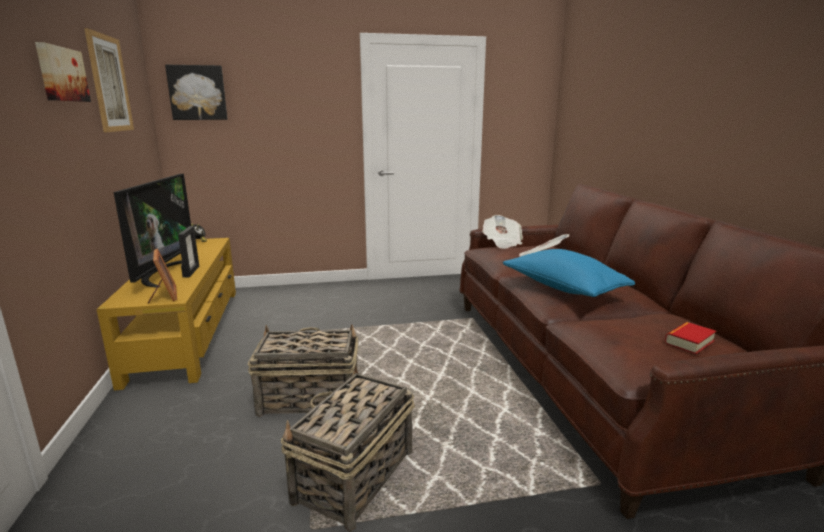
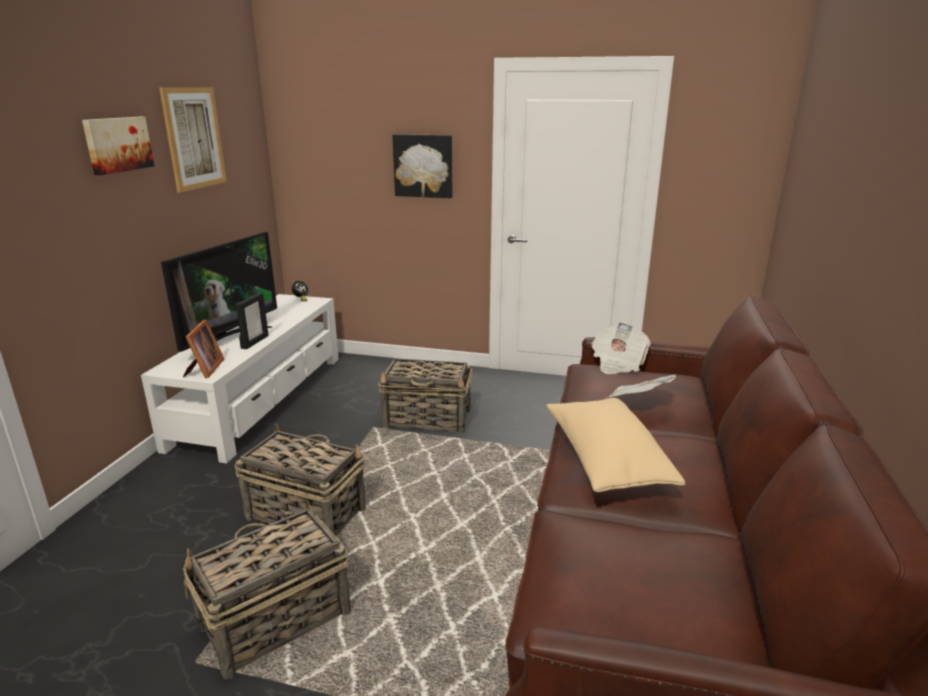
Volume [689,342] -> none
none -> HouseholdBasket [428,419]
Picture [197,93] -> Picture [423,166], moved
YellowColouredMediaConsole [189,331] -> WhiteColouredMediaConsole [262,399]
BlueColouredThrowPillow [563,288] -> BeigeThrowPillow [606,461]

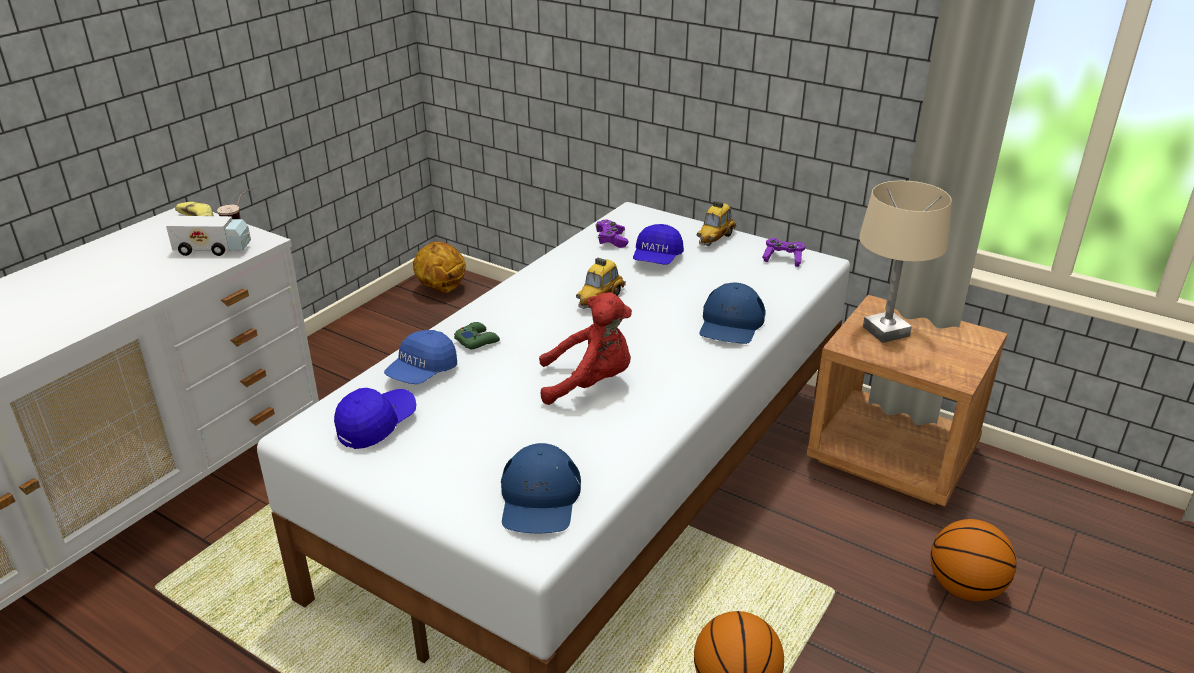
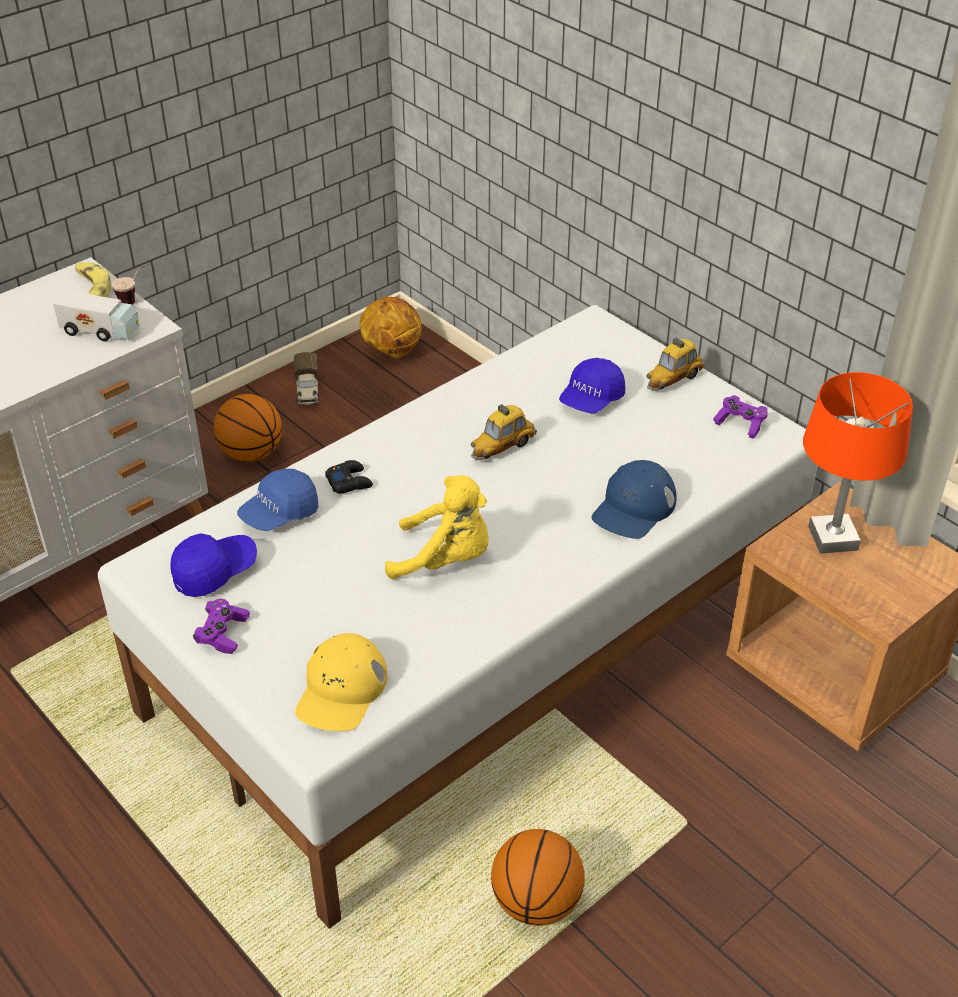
none -> ToyLorry [307,390]
PurpleColouredGameController [611,240] -> PurpleColouredGameController [223,633], moved
BasketballBall [964,587] -> BasketballBall [251,453], moved
GreenishGameController [477,340] -> BlackGameController [349,482]
BlueColouredPeakedCap [539,499] -> YellowColouredPeakedCap [341,690]
RedColouredPlushToy [589,383] -> YellowColouredPlushToy [446,559]
BeigeTableLamp [885,331] -> OrangeyTableLamp [832,538]

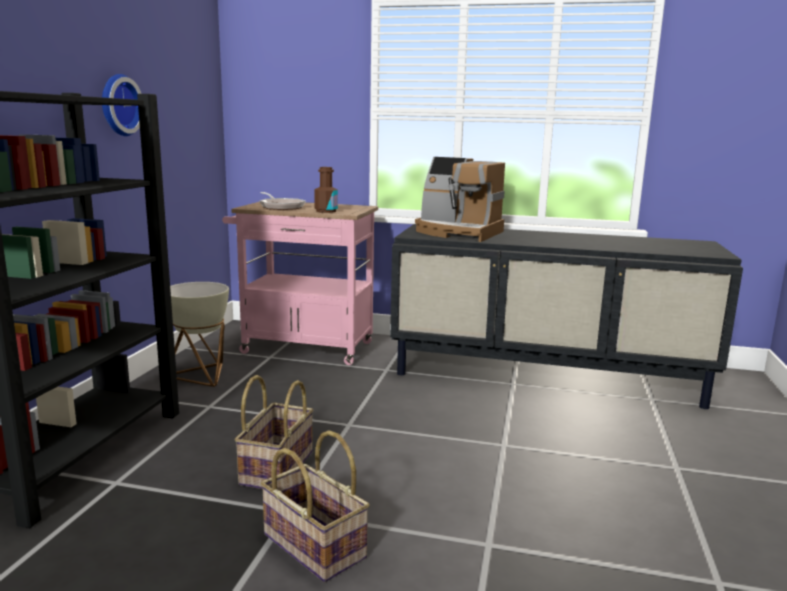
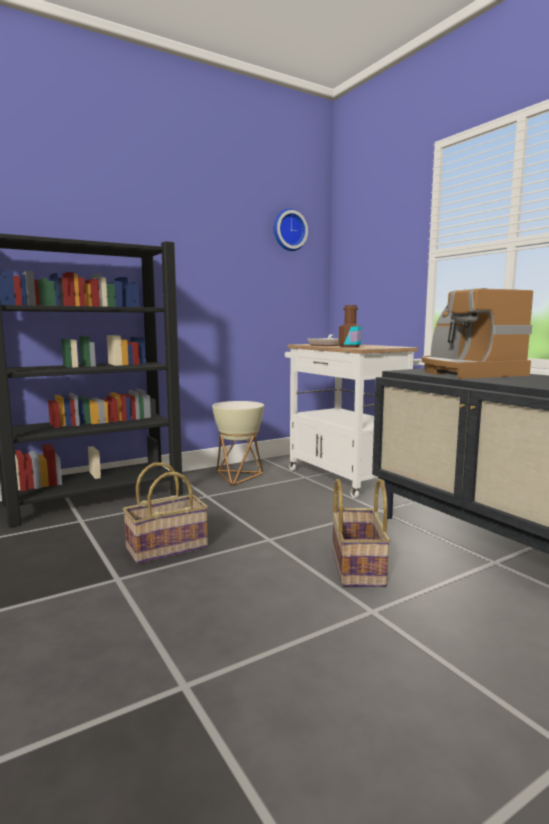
HangingClock [118,105] -> HangingClock [288,230], moved
HouseholdBasket [312,546] -> HouseholdBasket [356,567], moved
PinkTrolley [303,347] -> WhiteColouredTrolley [341,477]

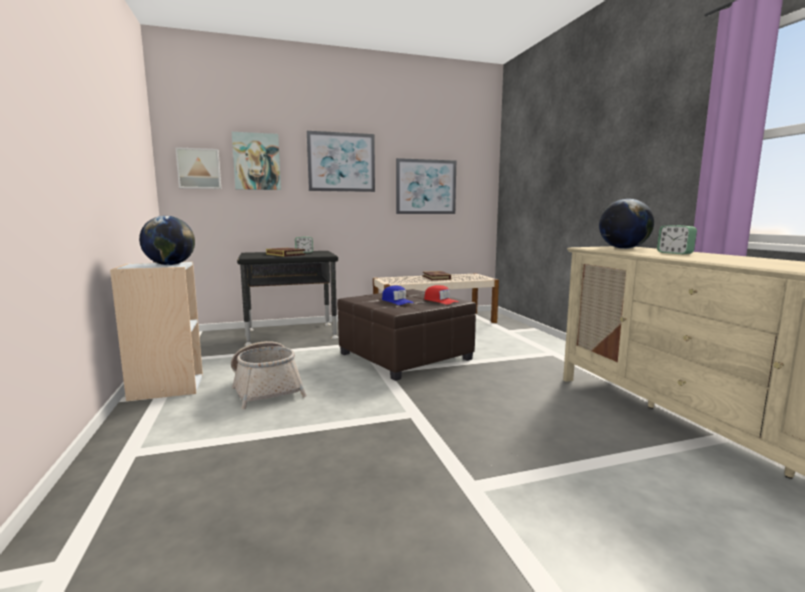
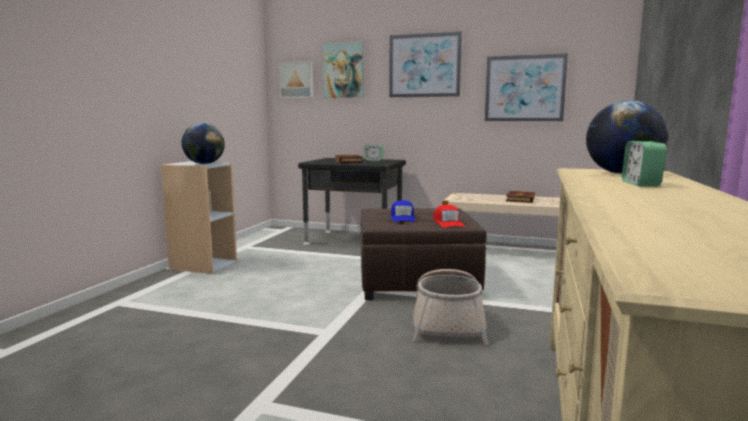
HouseholdBasket [266,389] -> HouseholdBasket [448,323], moved

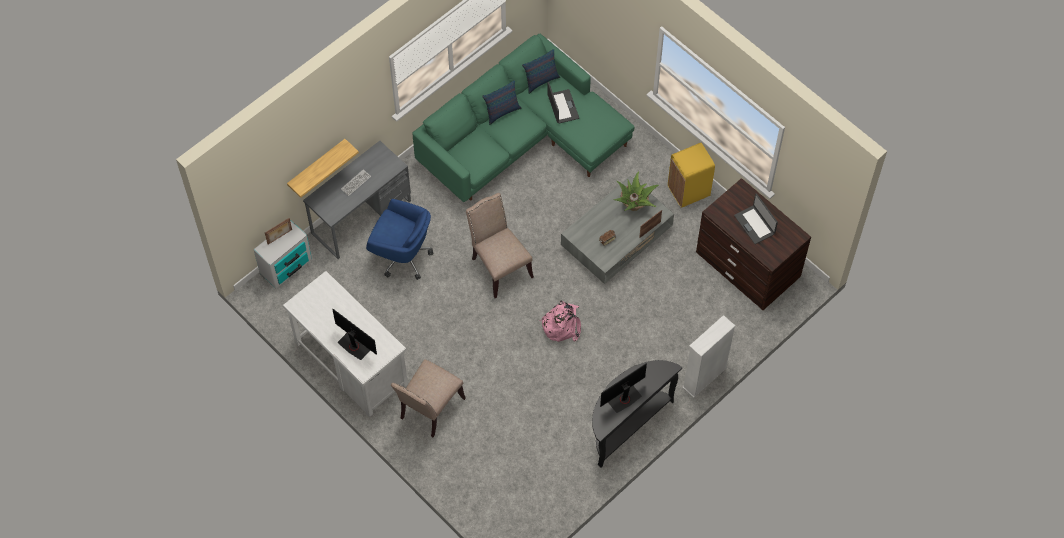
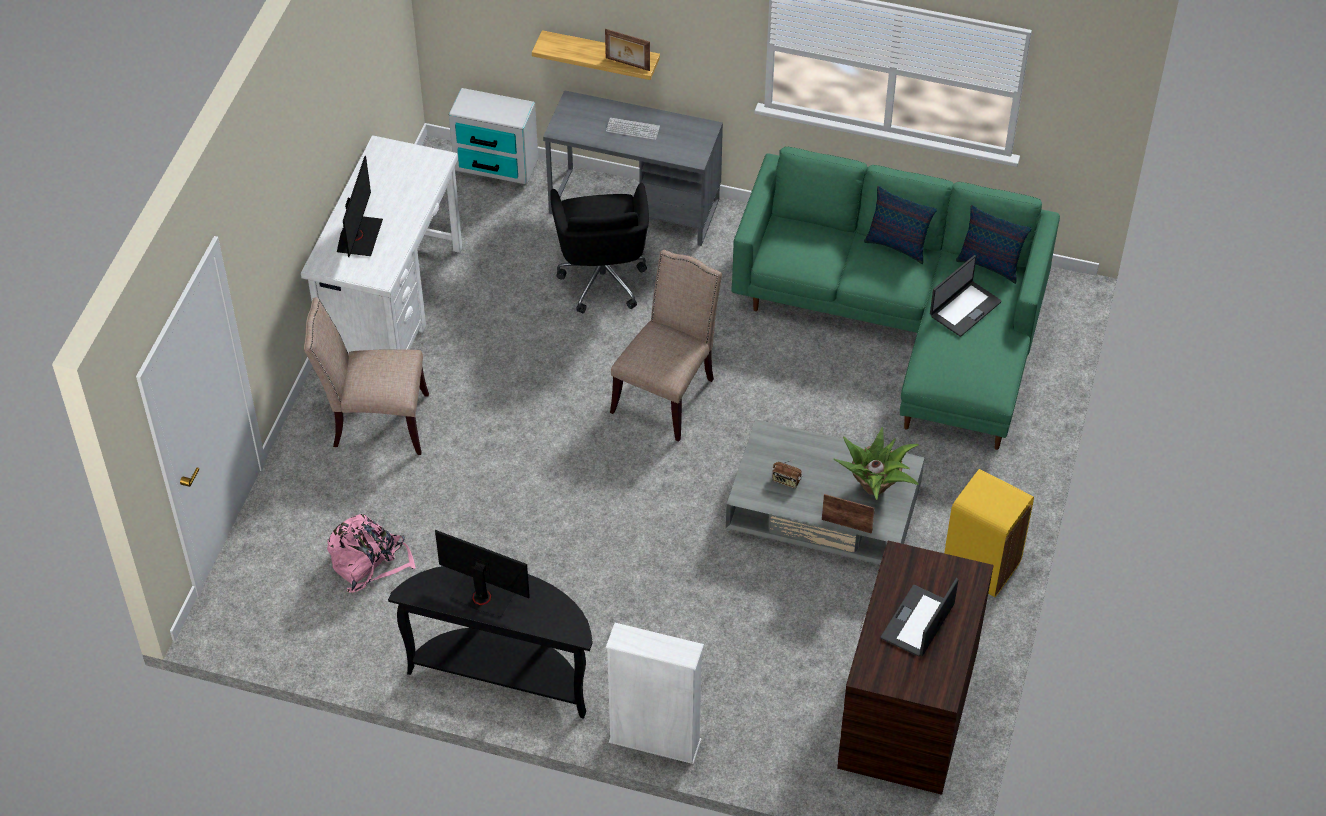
PhotoFrame [280,237] -> PhotoFrame [627,64], moved
PinkRucksack [561,324] -> PinkRucksack [369,562], moved
BlueColouredComputerChair [402,257] -> BlackComputerChair [602,279]

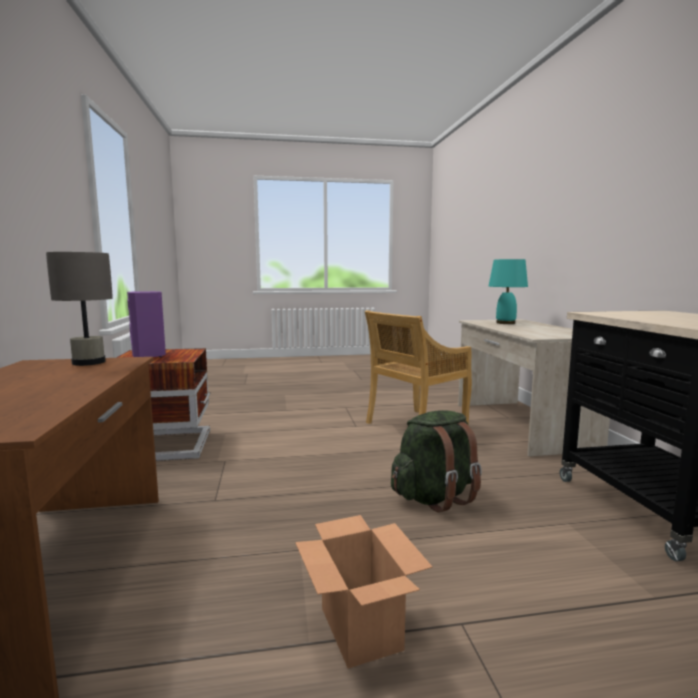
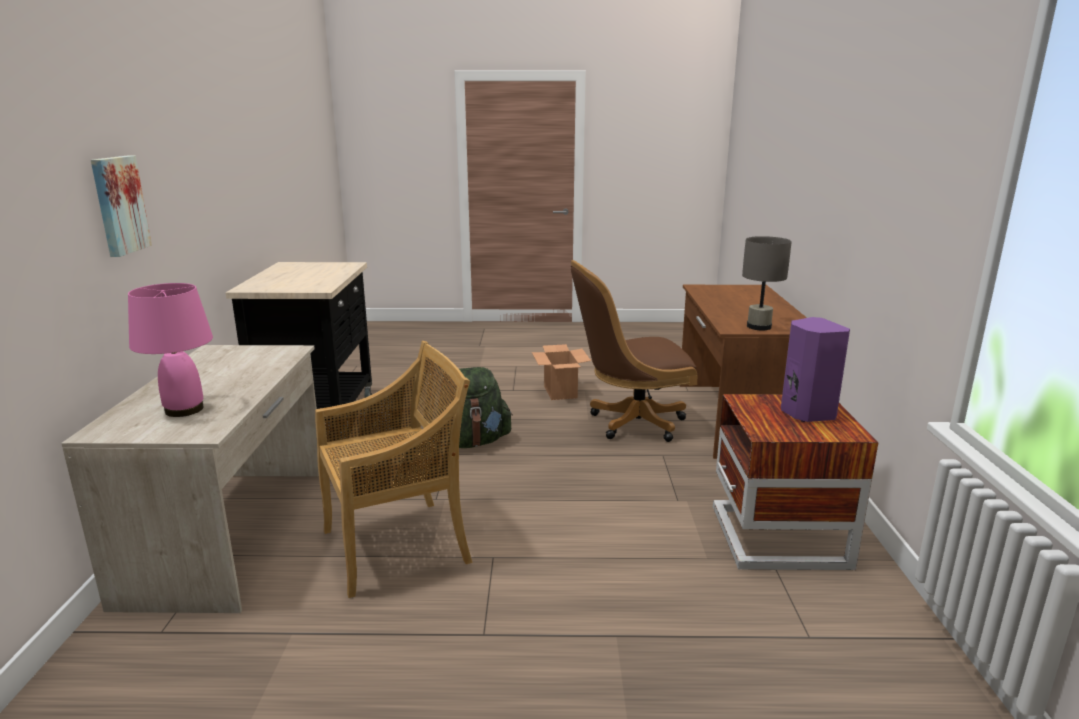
none -> Picture [118,205]
none -> BrownColouredComputerChair [629,424]
BlueGreenTableLamp [505,323] -> PinkTableLamp [184,410]

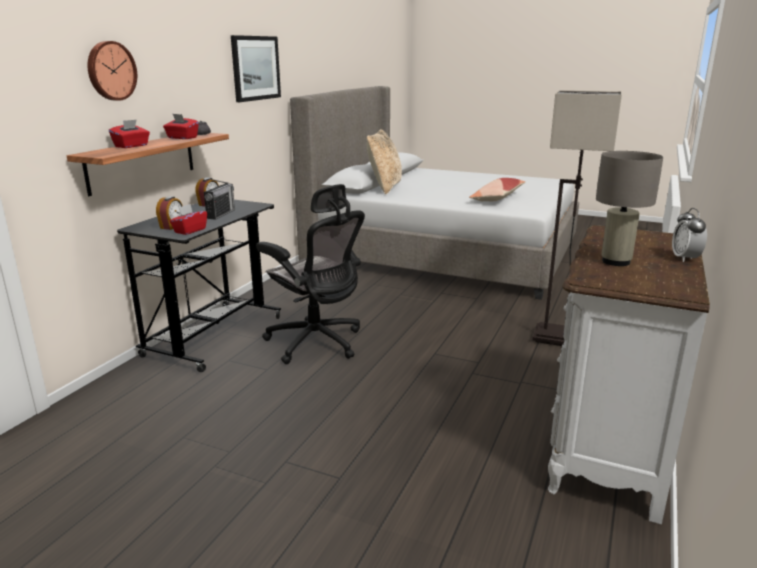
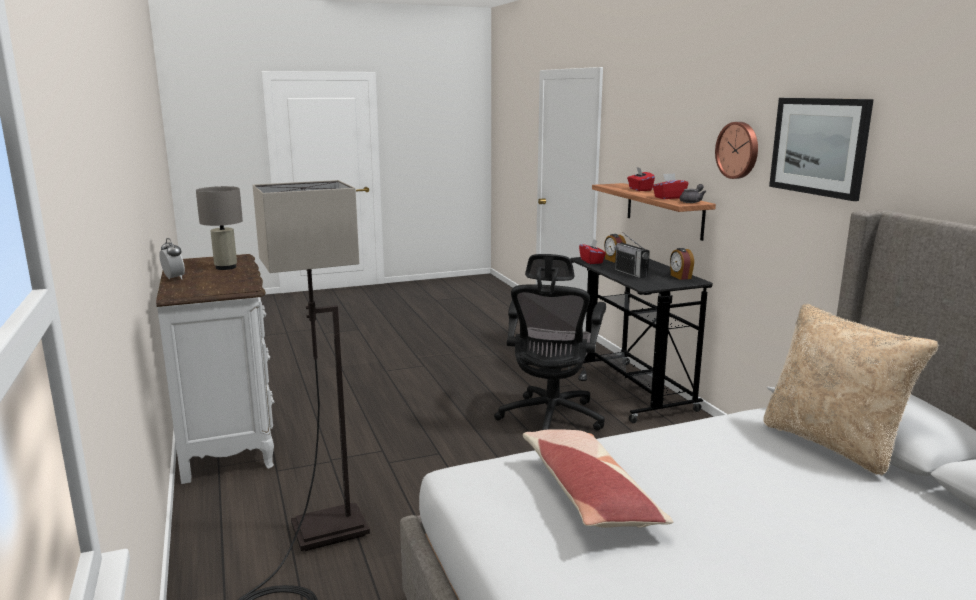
HangingClock [110,71] -> HangingClock [738,150], moved
ComputerChair [316,342] -> ComputerChair [551,419], 75 degrees counterclockwise

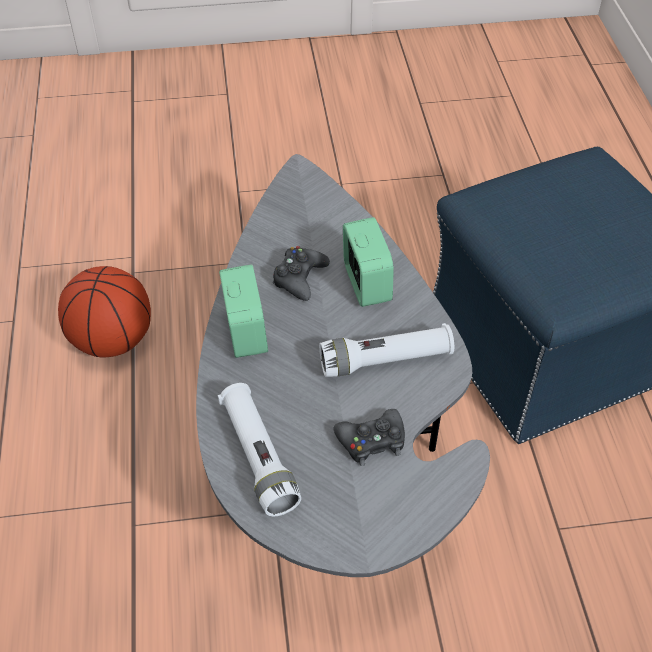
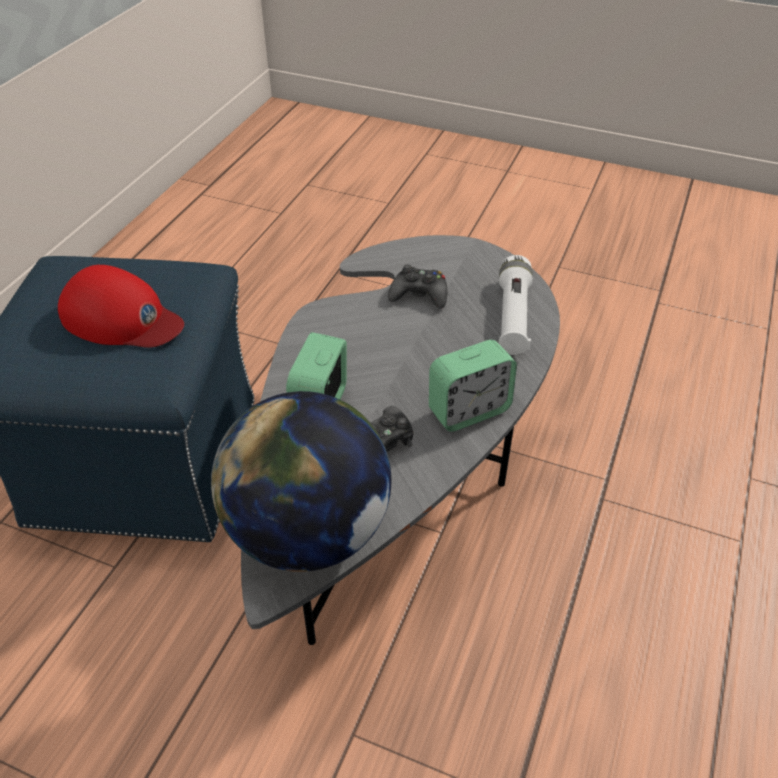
BasketballBall [113,341] -> none
WhiteColouredFlashlight [385,360] -> none
none -> RedColouredPeakedCap [122,319]
none -> DeskGlobe [309,532]
BedsideClock [246,333] -> BedsideClock [469,410], 135 degrees counterclockwise

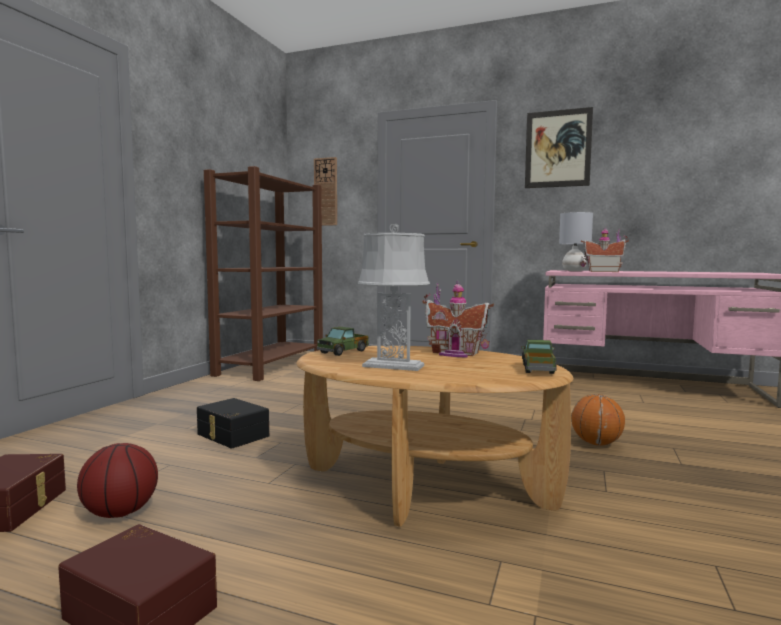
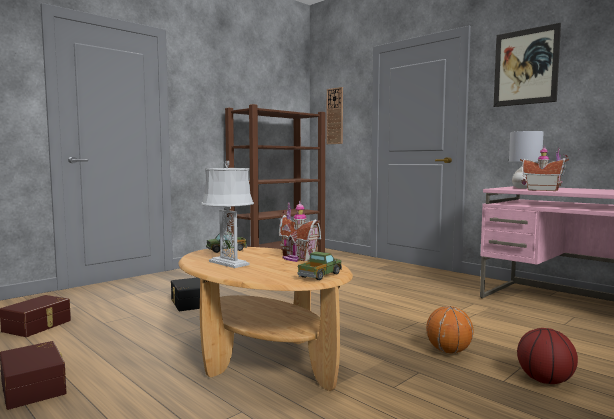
BasketballBall [121,513] -> BasketballBall [545,381], moved

